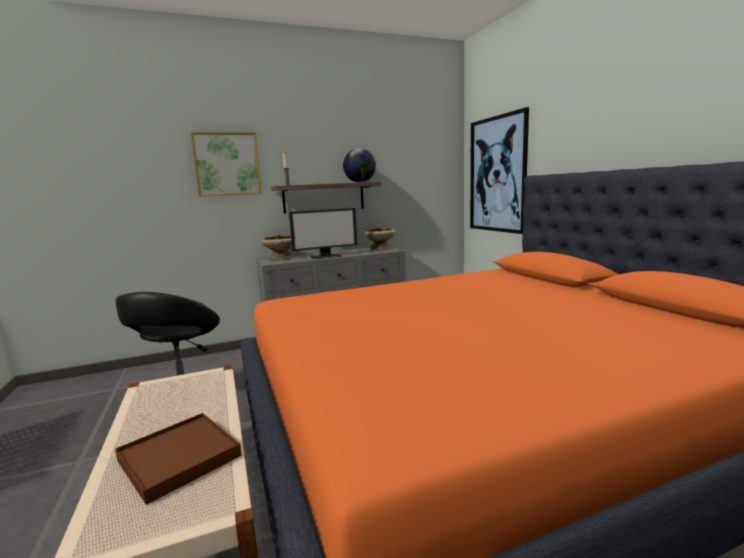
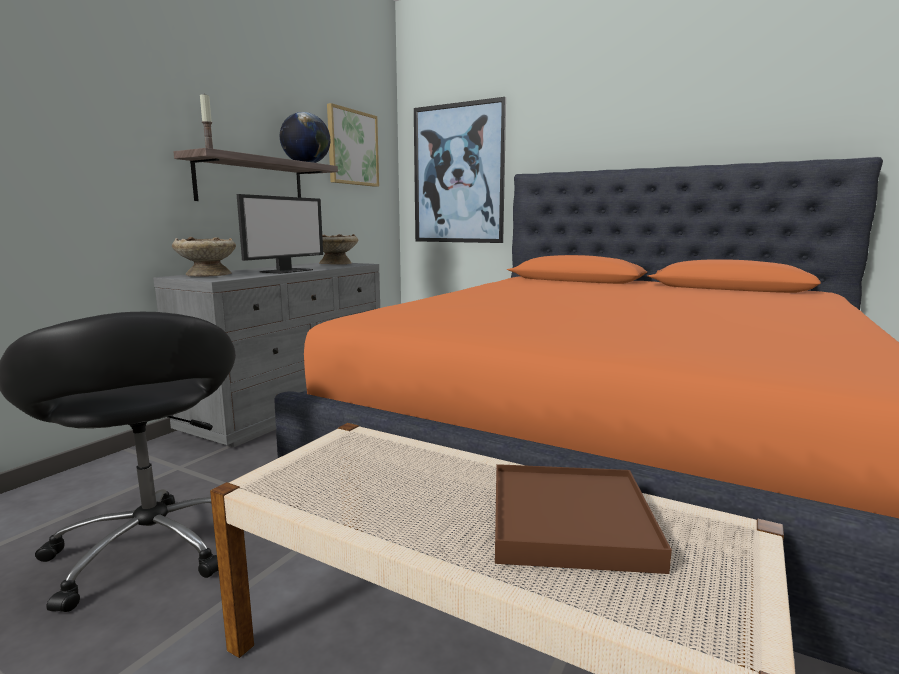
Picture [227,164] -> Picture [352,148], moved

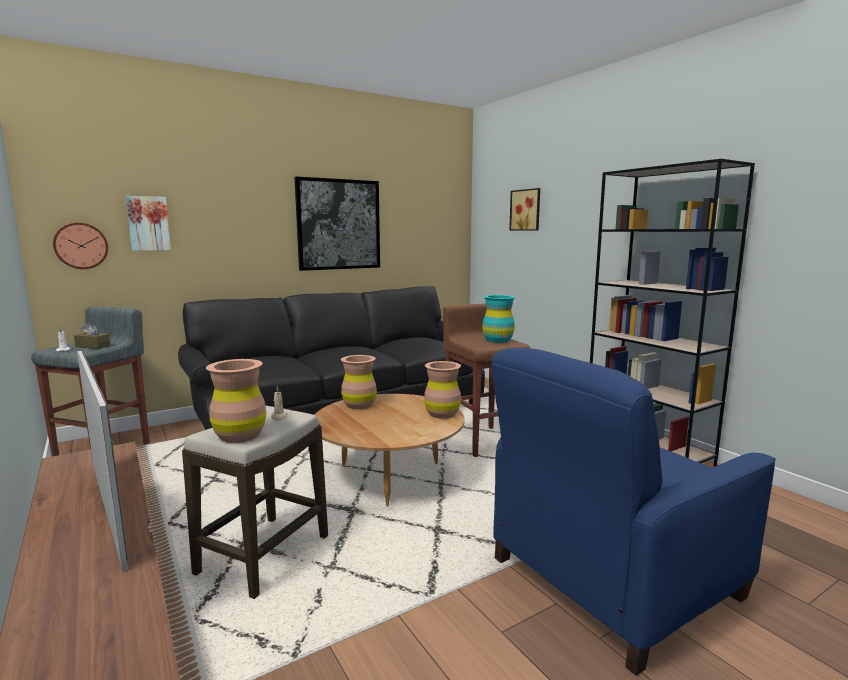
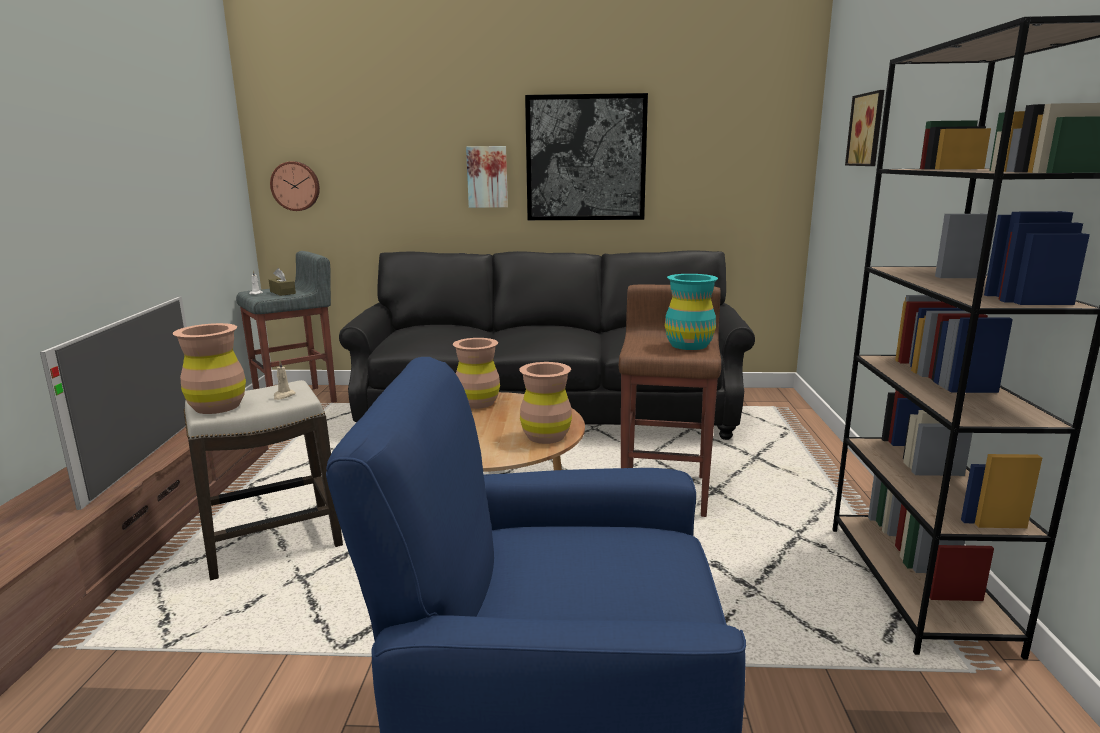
Picture [148,223] -> Picture [487,177], moved

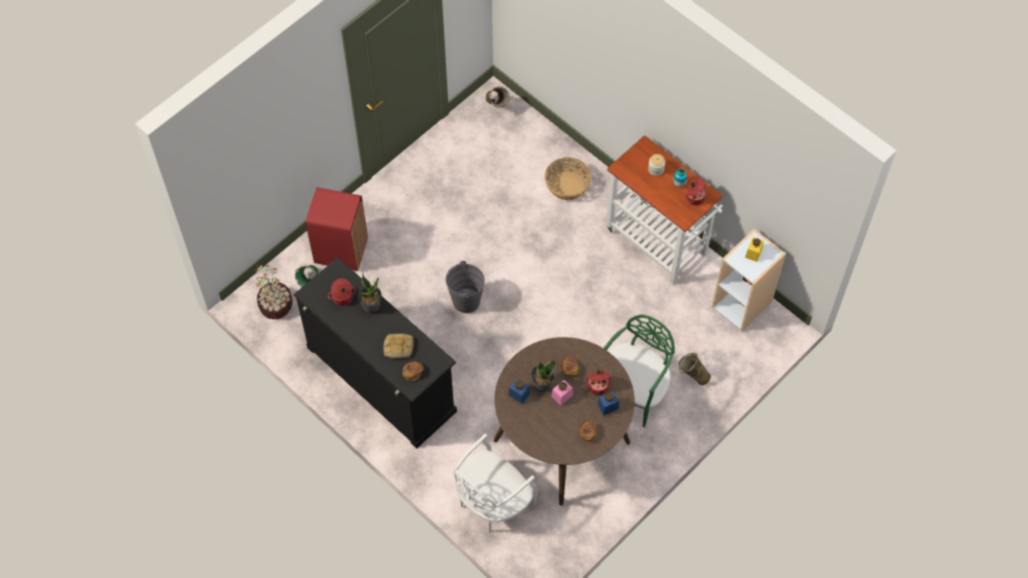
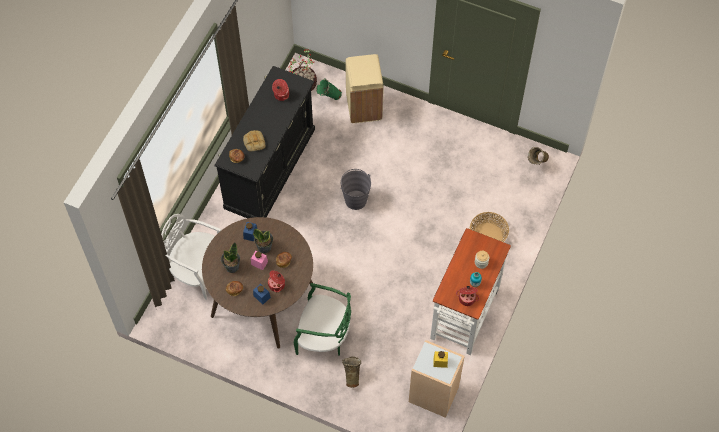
PlantInAPot [371,306] -> PlantInAPot [231,266], moved
RedColouredWasteBin [341,250] -> BeigeWasteBin [364,107]

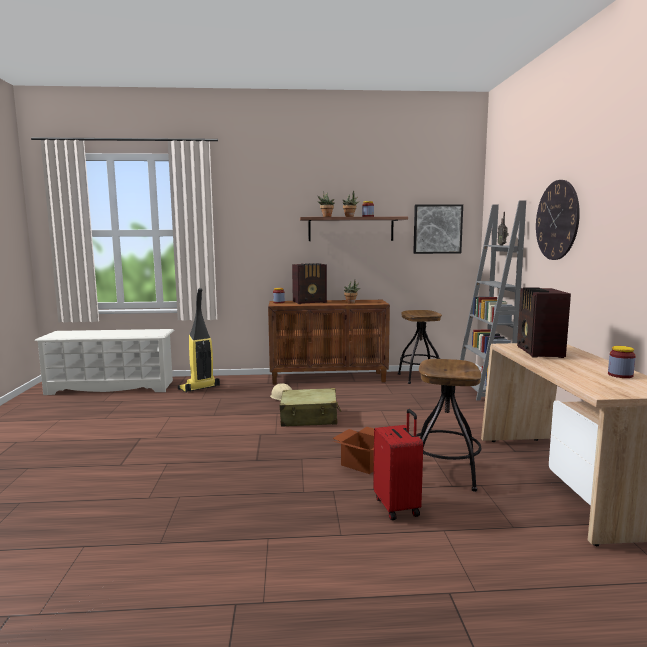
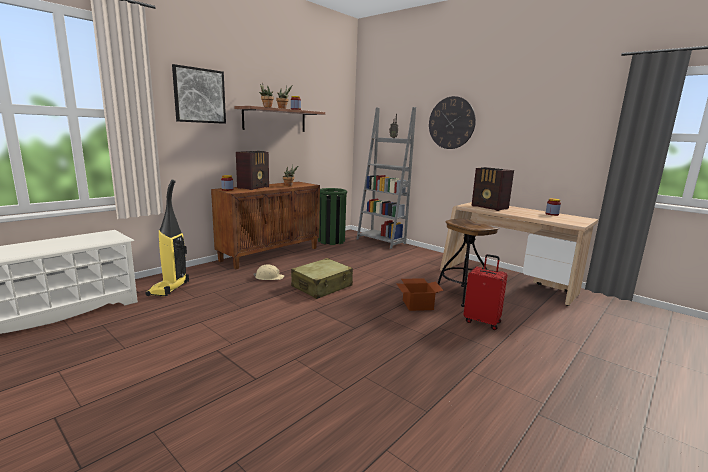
Picture [437,229] -> Picture [199,95], moved
BrownColouredStoolSeat [419,378] -> GreenishWasteBin [331,241]

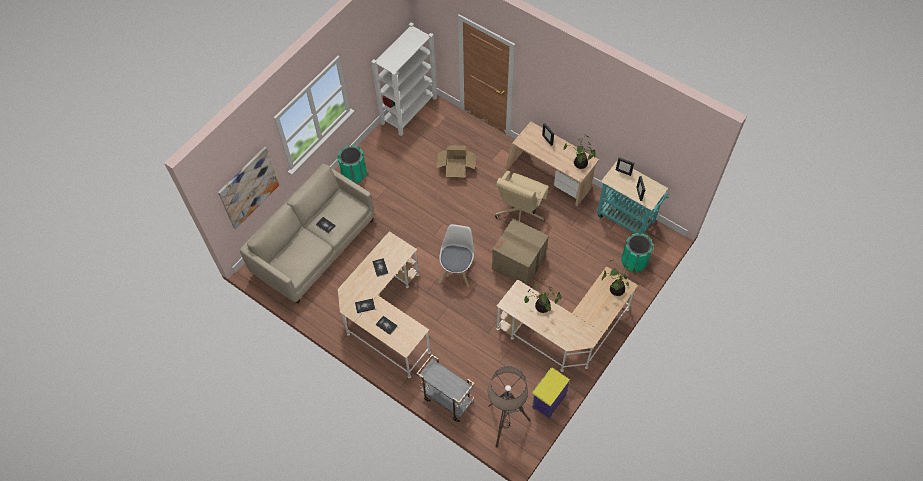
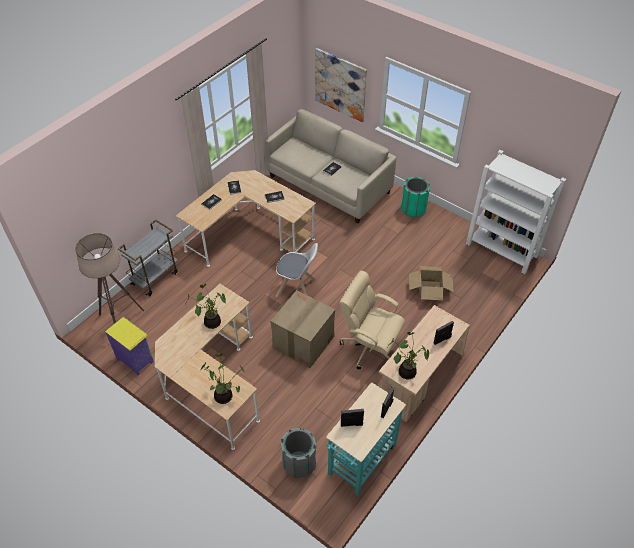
GreenishWasteBin [634,261] -> GrayWasteBin [299,463]

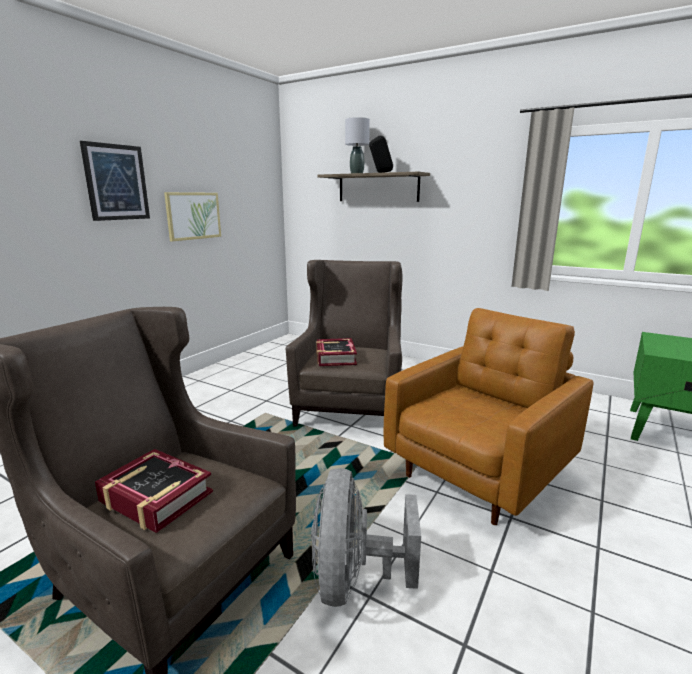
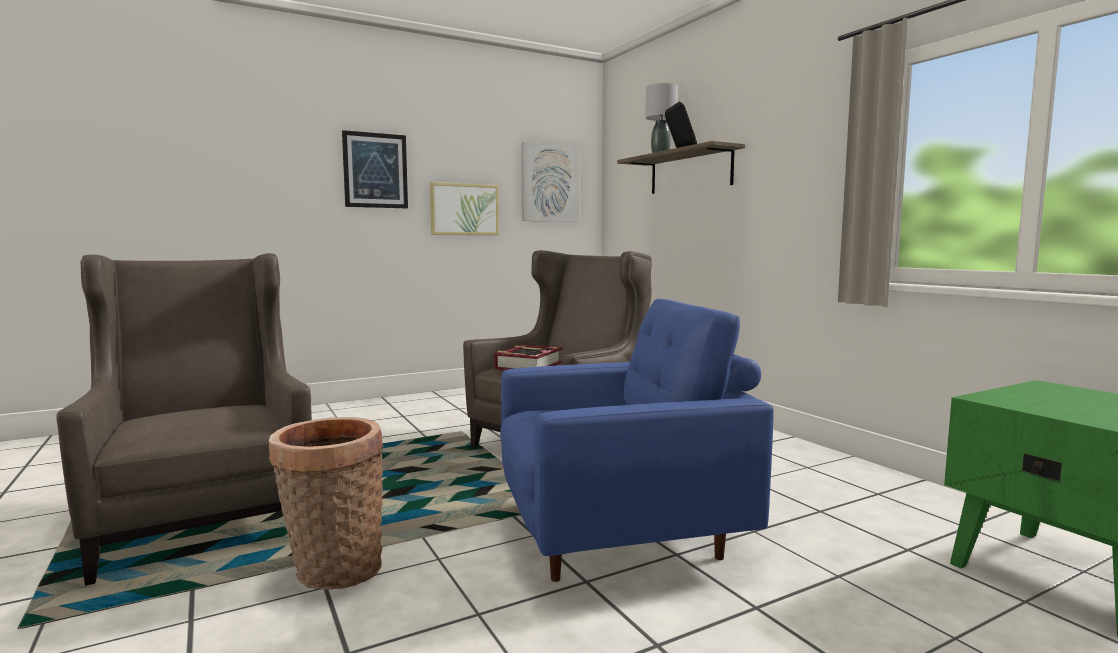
Volume [155,497] -> none
none -> Picture [550,183]
GrayElectricFan [354,579] -> HouseholdBasket [333,571]
BrownColouredArmchair [480,472] -> BlueColouredArmchair [620,533]

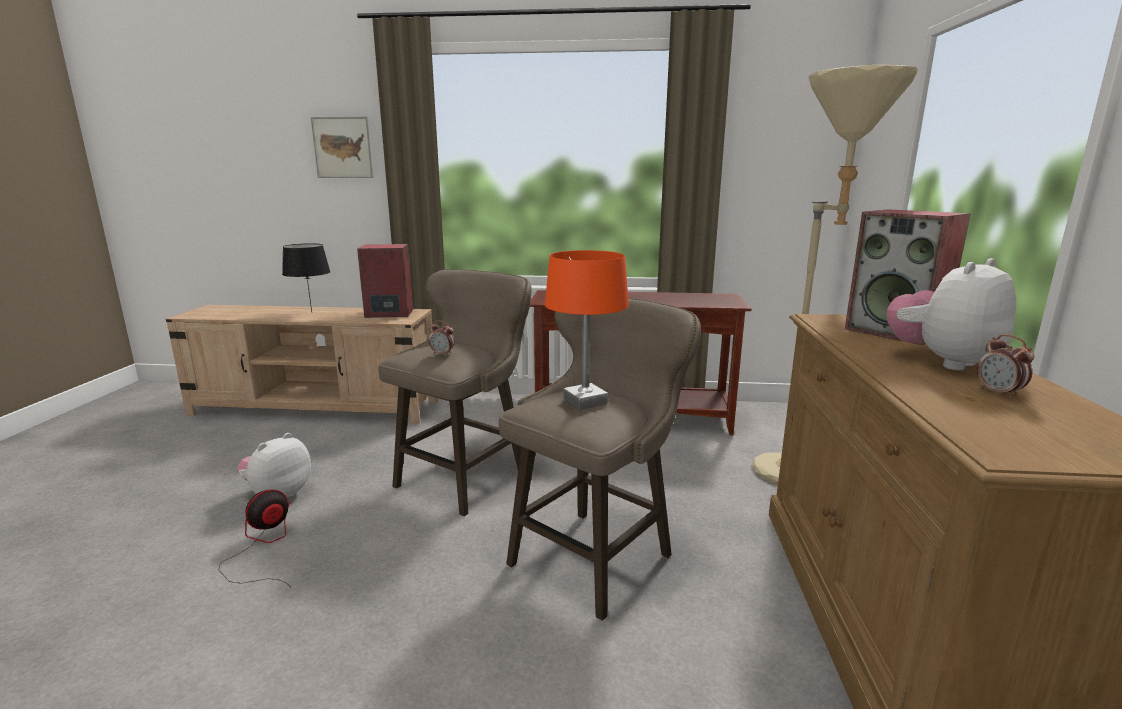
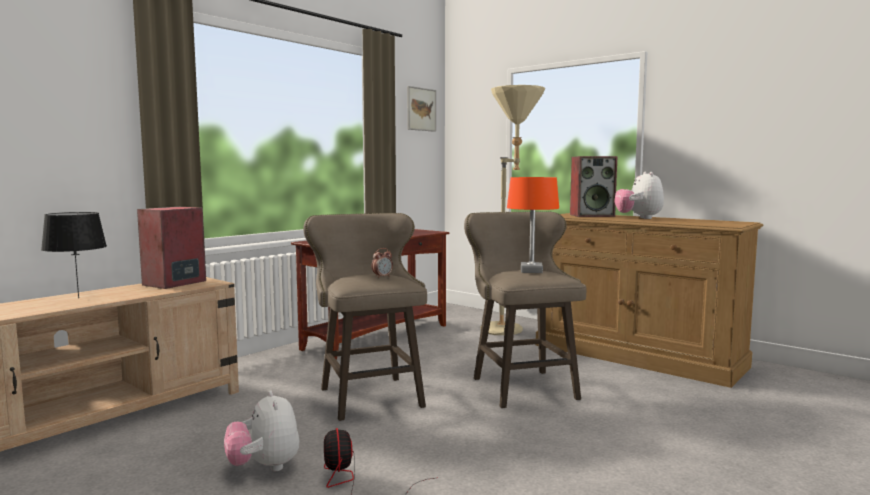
BedsideClock [998,393] -> none
Picture [343,147] -> Picture [421,109], moved

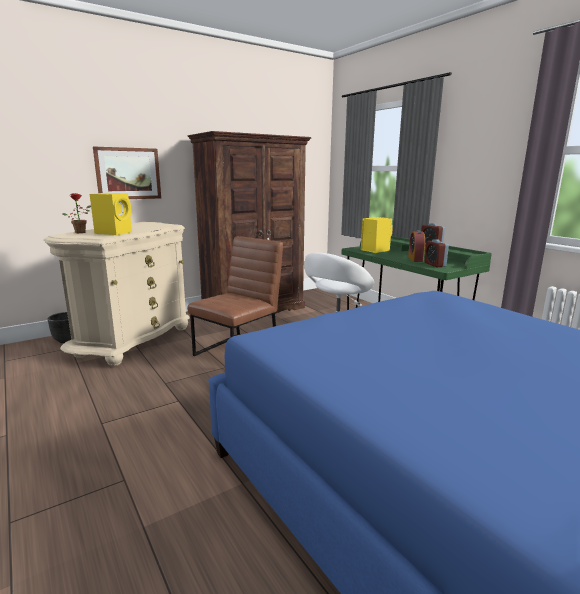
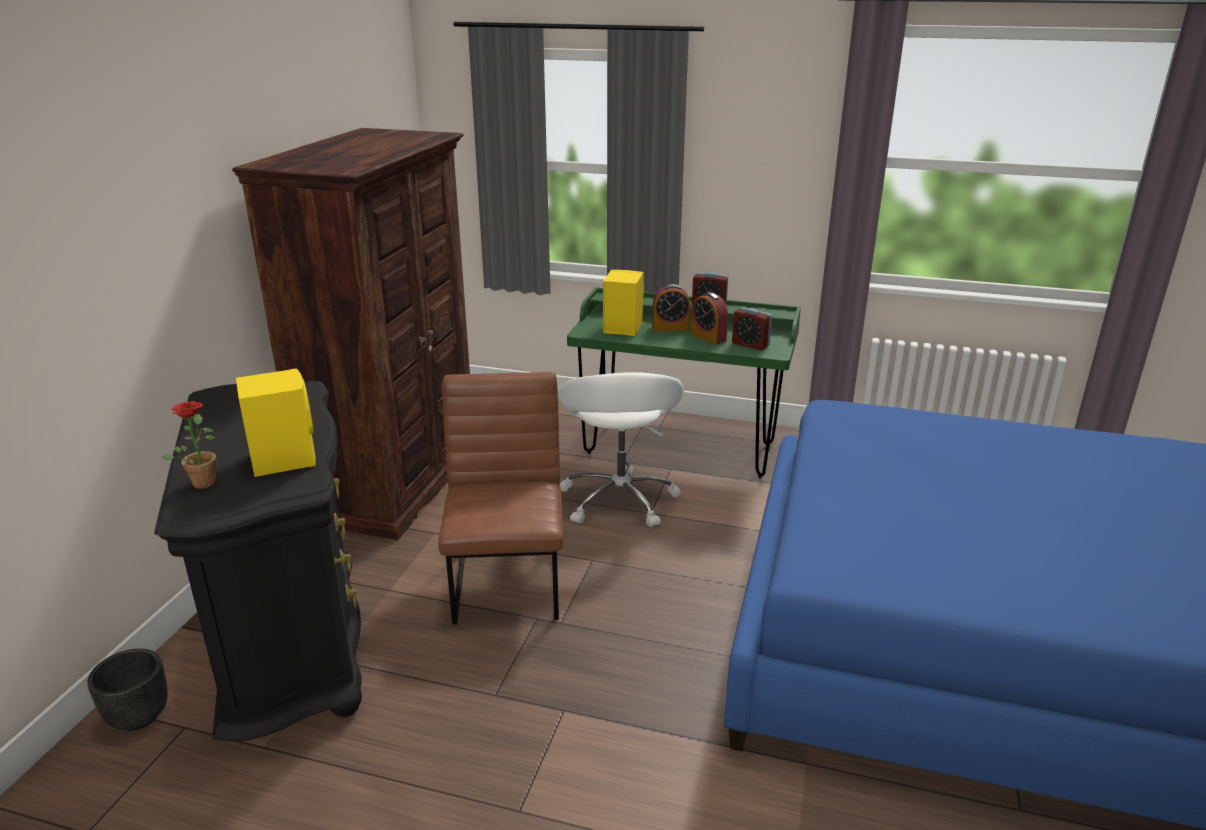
Picture [128,173] -> none
none -> BedsideClock [670,328]
BeigeChestOfDrawers [134,341] -> BlackChestOfDrawers [292,648]

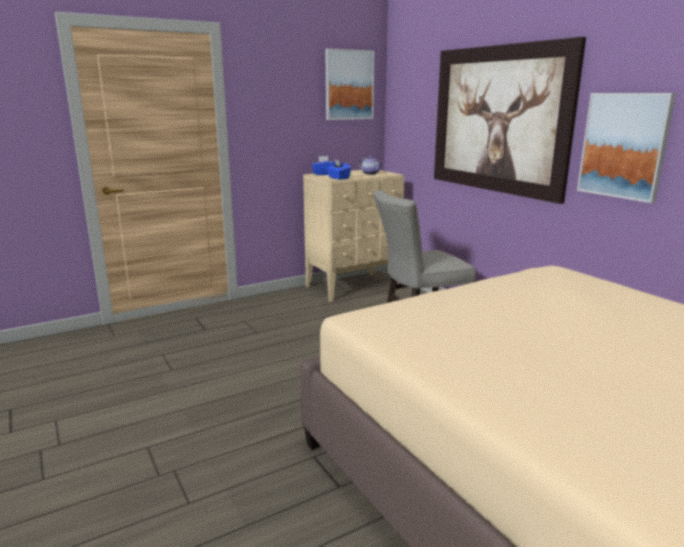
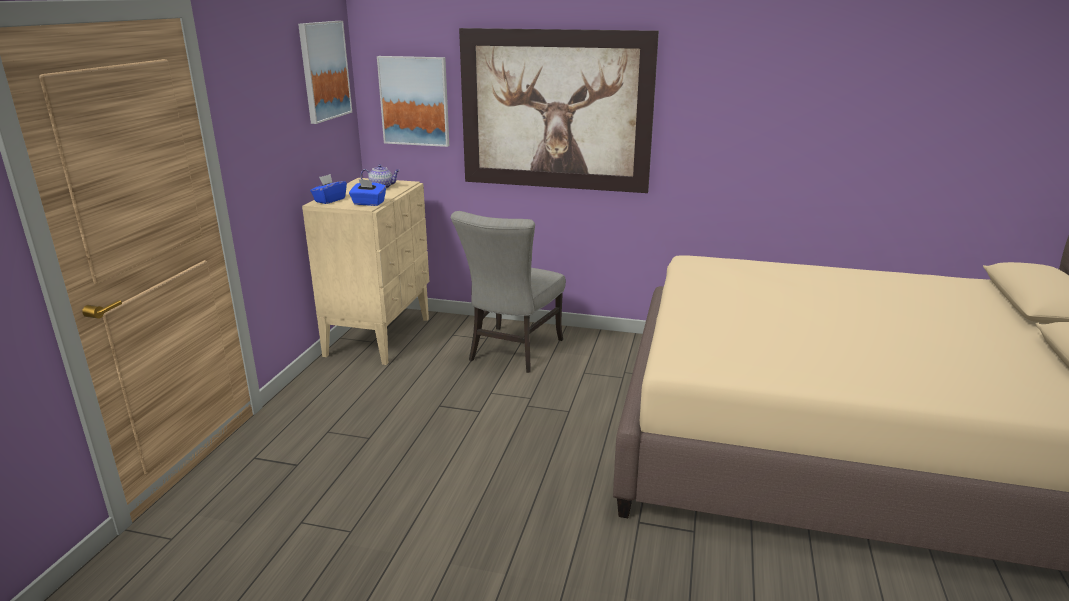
Picture [624,145] -> Picture [414,101], moved

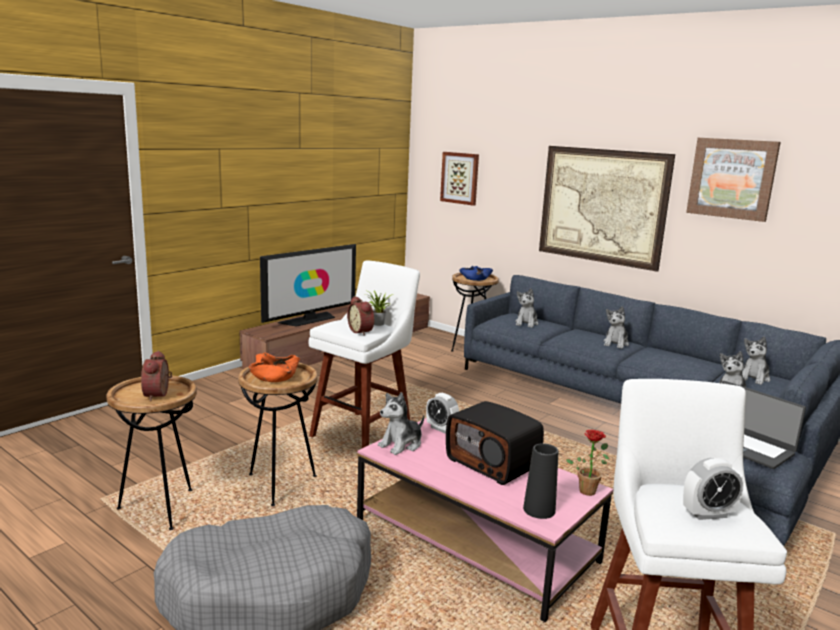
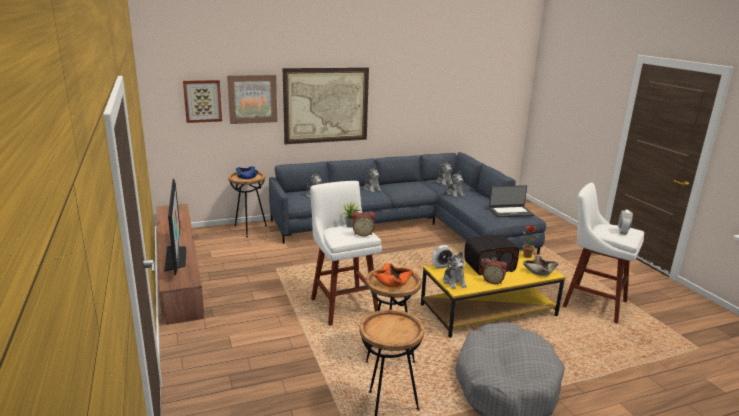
BedsideClock [159,395] -> BedsideClock [493,281], moved
Picture [732,178] -> Picture [252,99], moved
BlackFlowerVase [539,509] -> BeigeDeepDish [539,271]
PinkLoungeTable [475,541] -> YellowColouredLoungeTable [488,310]

